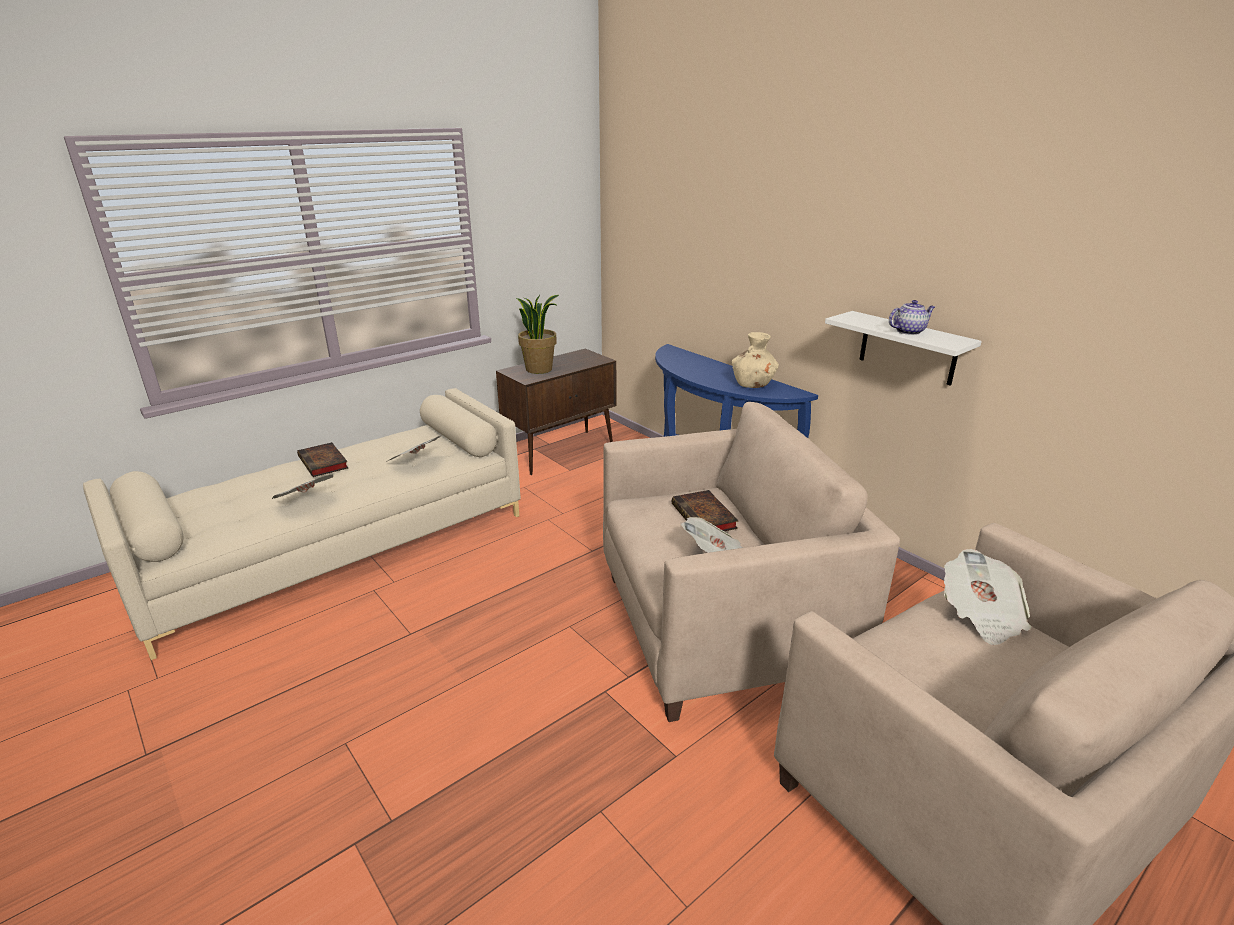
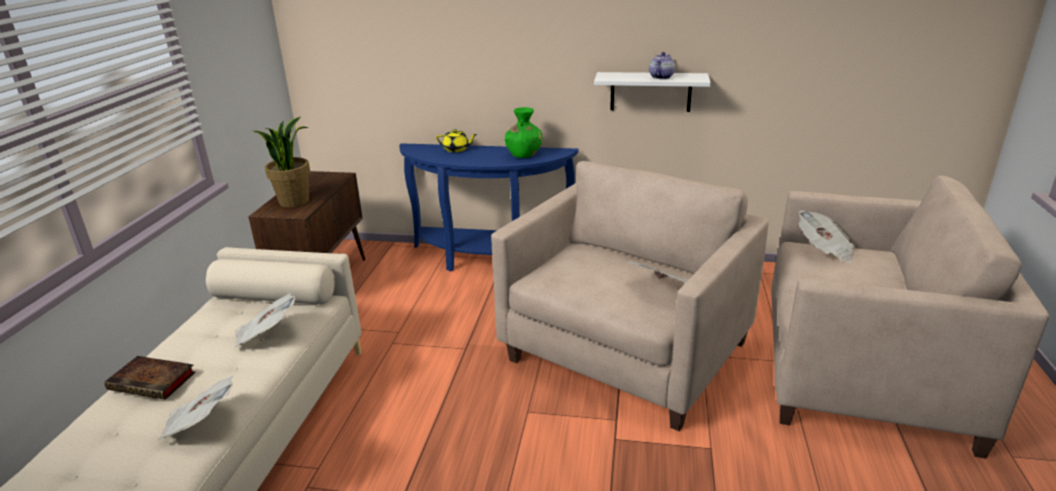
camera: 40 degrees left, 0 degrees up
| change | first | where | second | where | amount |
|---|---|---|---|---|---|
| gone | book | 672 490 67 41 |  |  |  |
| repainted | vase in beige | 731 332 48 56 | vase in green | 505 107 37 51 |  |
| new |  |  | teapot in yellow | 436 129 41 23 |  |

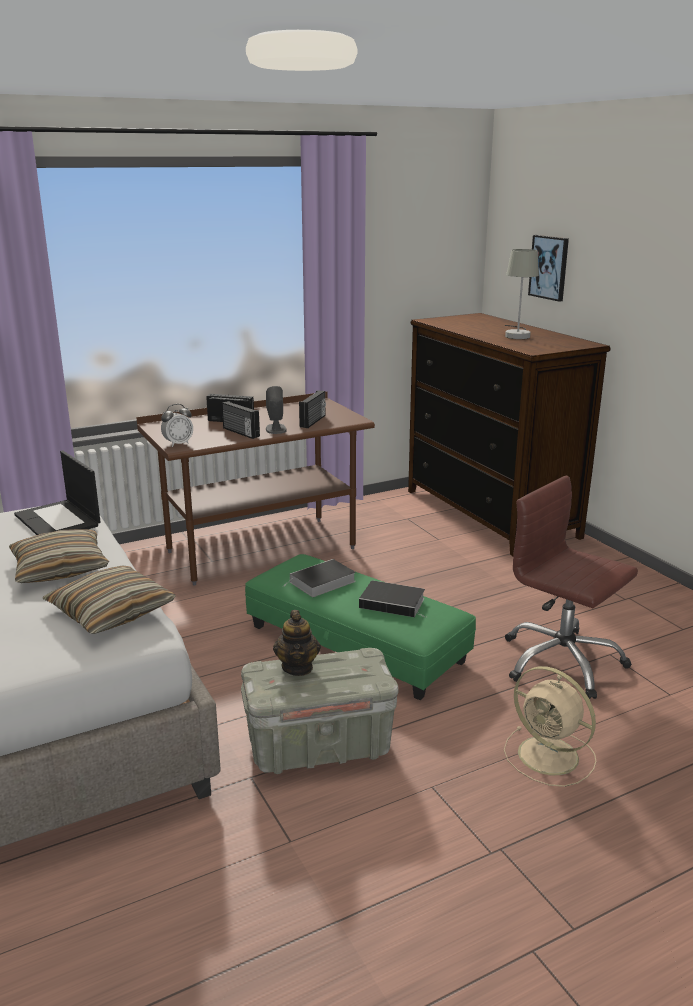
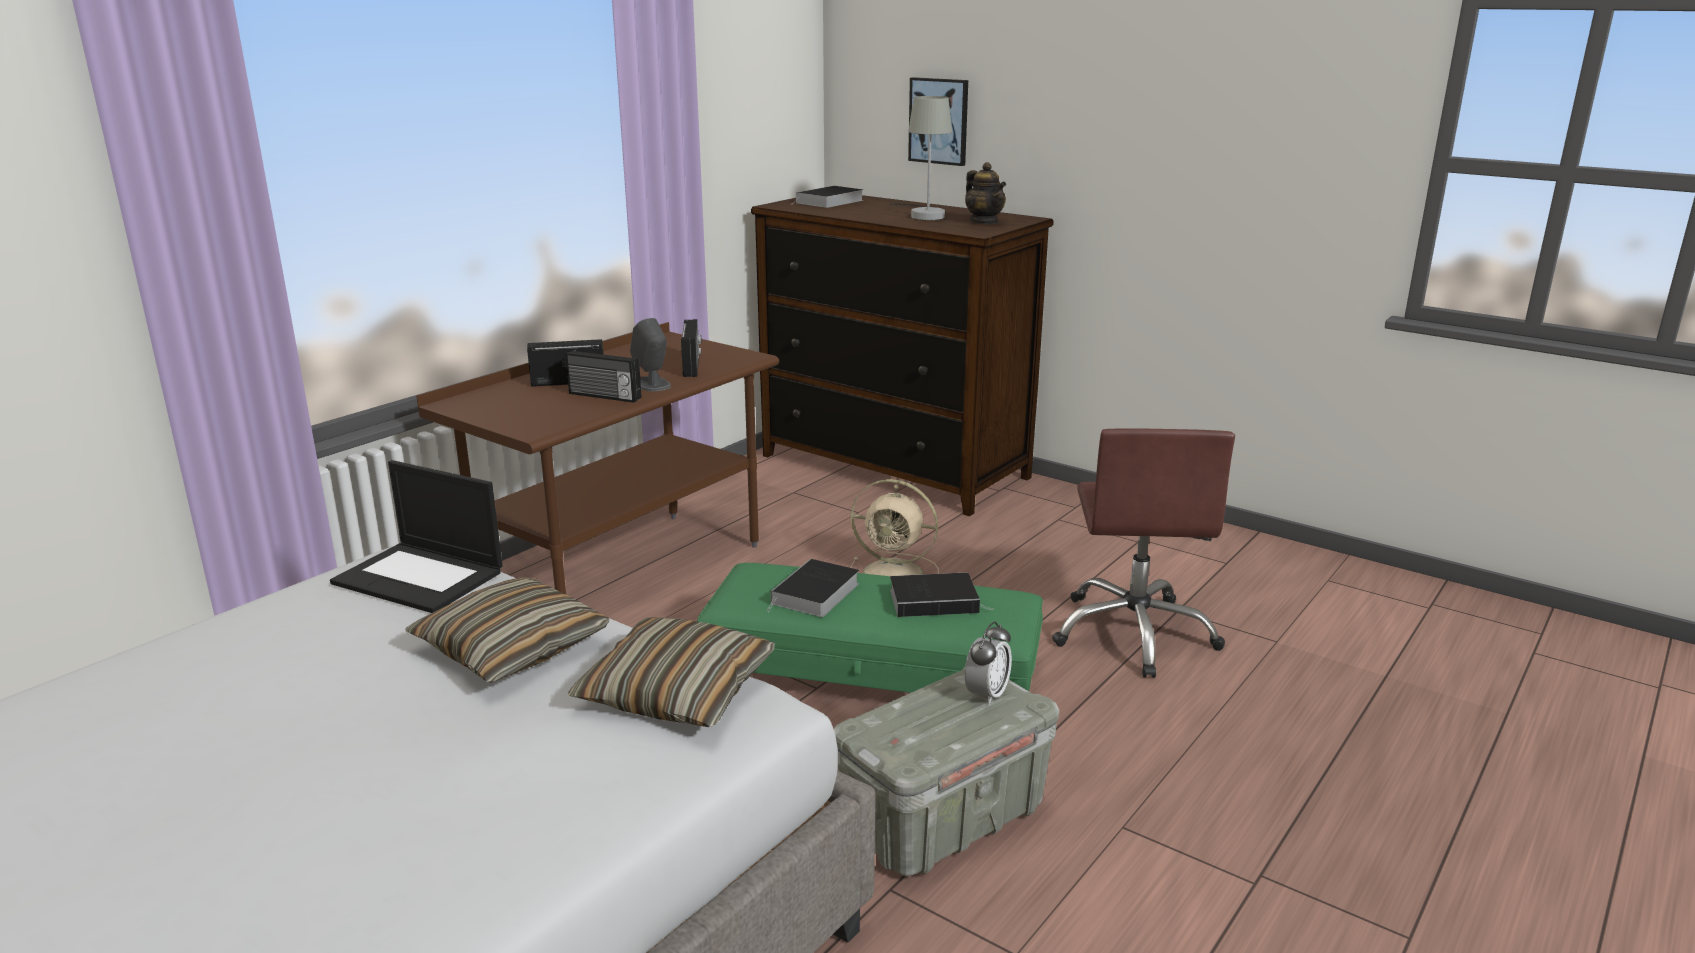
camera: 25 degrees left, 0 degrees up
| change | first | where | second | where | amount |
|---|---|---|---|---|---|
| shifted | alarm clock | 161 404 32 43 |  | 965 622 47 83 |  |
| shifted | teapot | 273 610 48 66 |  | 965 162 41 62 |  |
| shifted | fan in beige | 504 666 92 121 |  | 850 479 89 97 |  |
| rotated | office chair in brown | 505 475 133 224 |  | 1052 428 183 250 | 105 degrees counterclockwise |
| new |  |  | book | 793 186 70 22 |  |

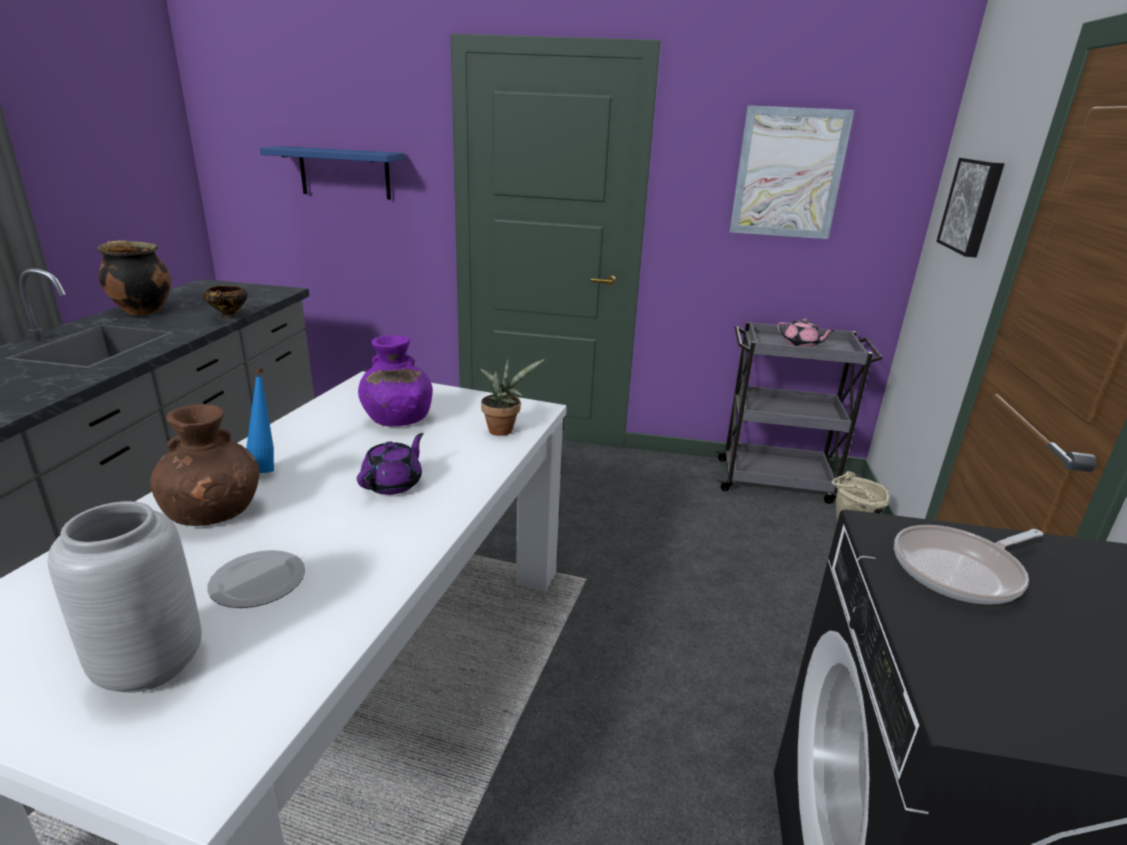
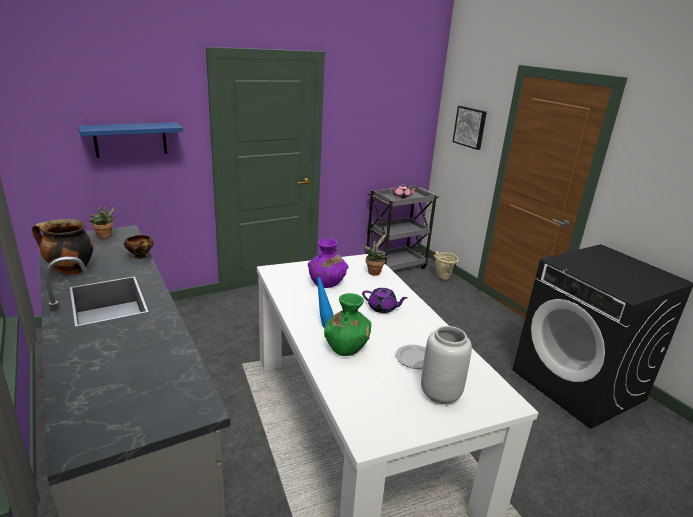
camera: 40 degrees left, 0 degrees up
| change | first | where | second | where | amount |
|---|---|---|---|---|---|
| repainted | vase in brown | 150 404 109 122 | vase in green | 324 293 47 63 |  |
| rotated | teapot in purple | 357 433 66 62 |  | 362 288 46 25 | 120 degrees clockwise |
| gone | picture | 730 105 124 134 |  |  |  |
| gone | frying pan | 894 525 149 80 |  |  |  |
| new |  |  | potted plant | 89 204 28 35 |  |

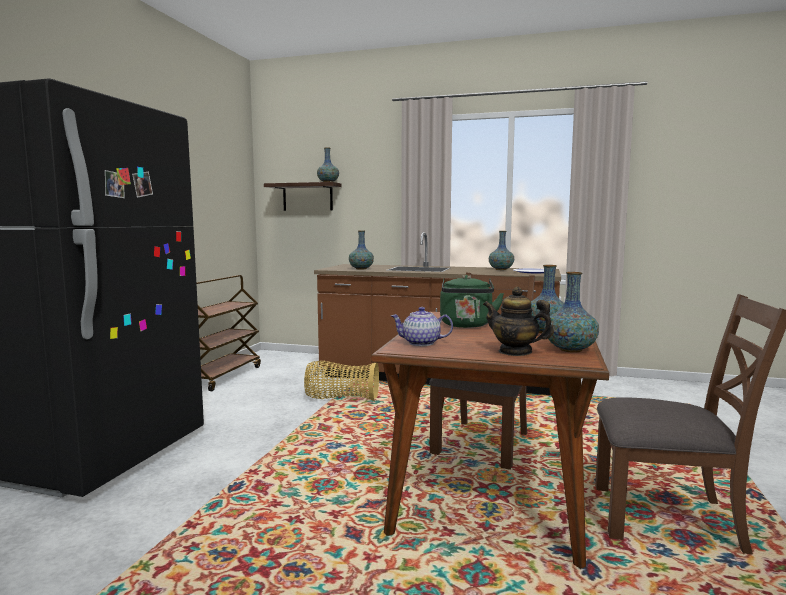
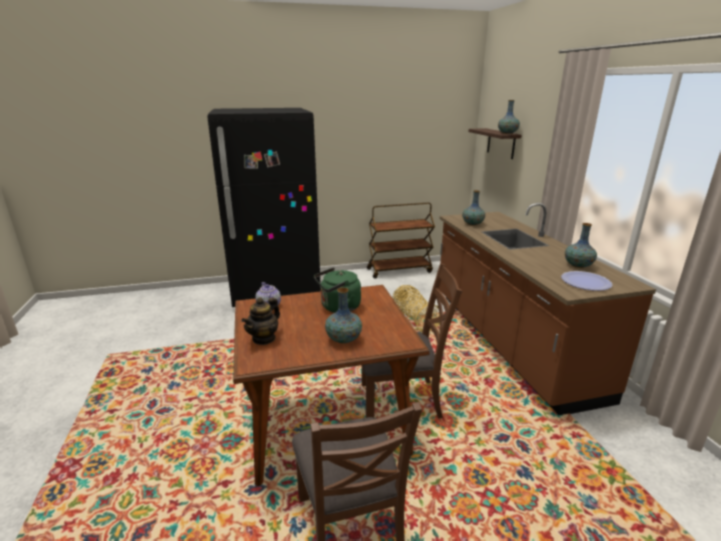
camera: 60 degrees right, 15 degrees up
| change | first | where | second | where | amount |
|---|---|---|---|---|---|
| rotated | teapot | 483 287 71 69 |  | 241 297 39 48 | 150 degrees counterclockwise |
| gone | vase | 545 272 54 81 |  |  |  |

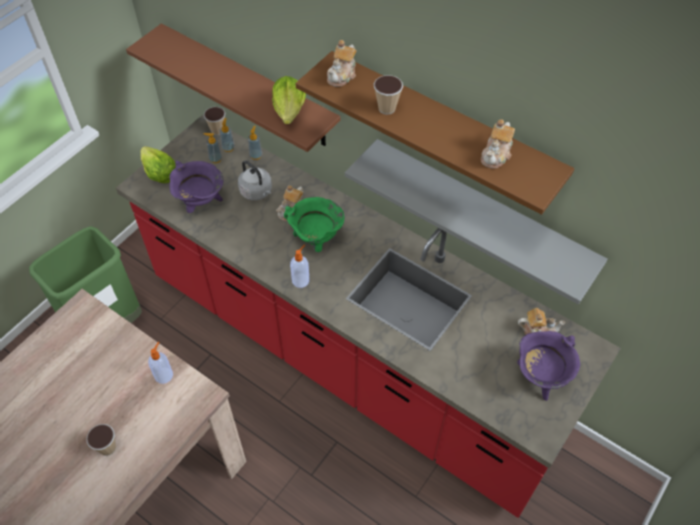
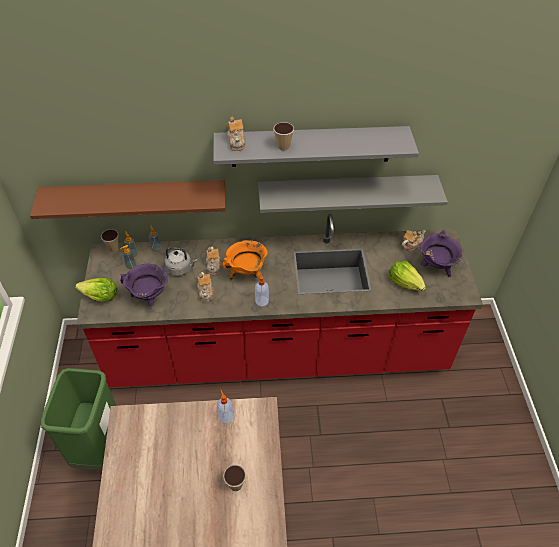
camera: 40 degrees left, 5 degrees down
| change | first | where | second | where | amount |
|---|---|---|---|---|---|
| shifted | lettuce | 272 76 34 48 |  | 389 260 37 31 |  |
| repainted | cooking pot in green | 284 197 60 55 | cooking pot in orange | 222 240 46 40 |  |
| repainted | shelf in brown | 296 51 278 164 | shelf in grey | 213 126 206 41 |  |
| shifted | teapot | 481 119 34 50 |  | 197 272 17 30 |  |

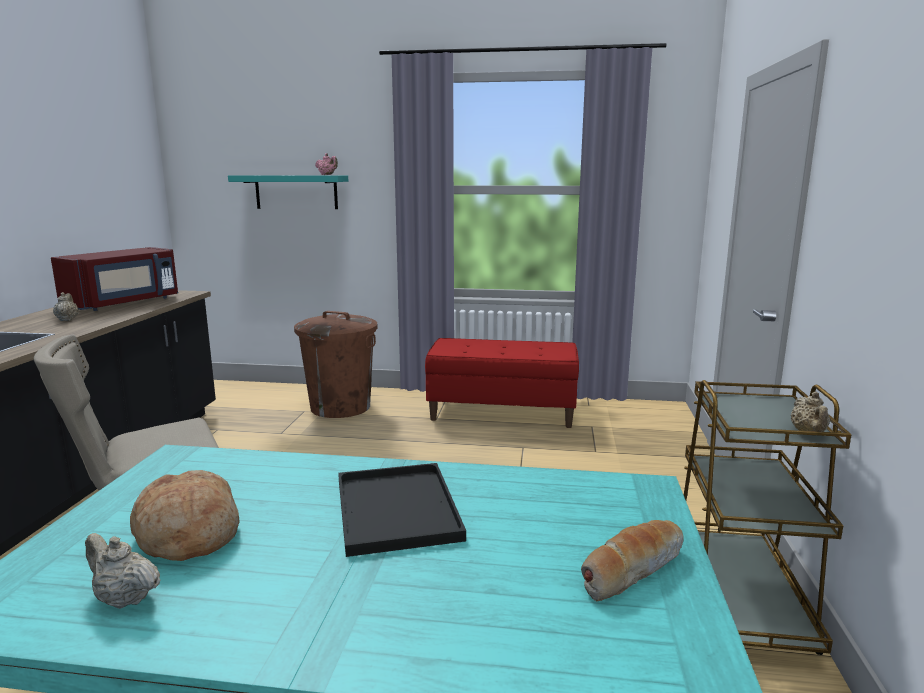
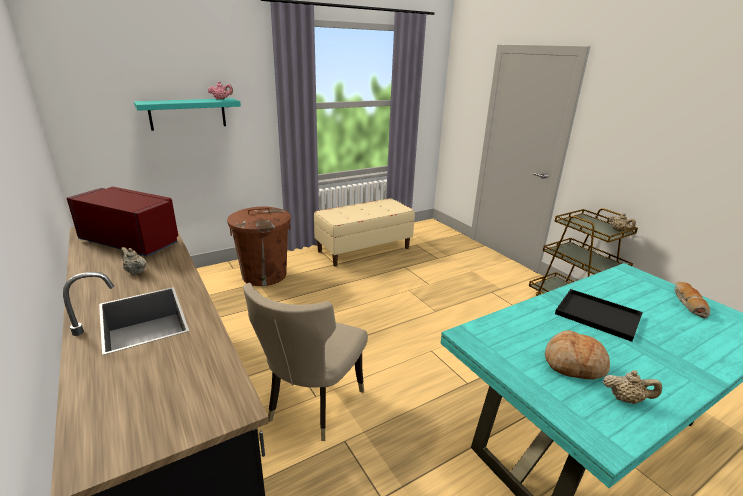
camera: 40 degrees left, 10 degrees up
| change | first | where | second | where | amount |
|---|---|---|---|---|---|
| rotated | microwave in red | 51 247 127 64 |  | 67 187 111 70 | 60 degrees counterclockwise |
| rotated | teapot in beige | 85 533 76 76 |  | 603 370 59 34 | 150 degrees counterclockwise |
| repainted | bench in red | 425 338 154 90 | bench in beige | 314 198 101 69 |  |

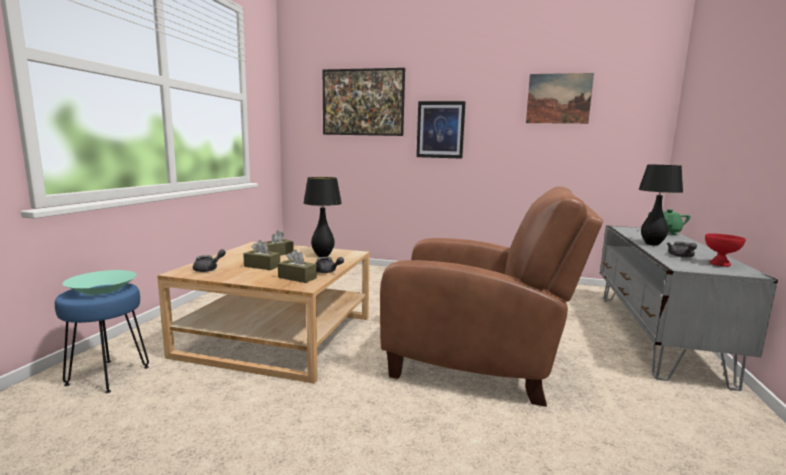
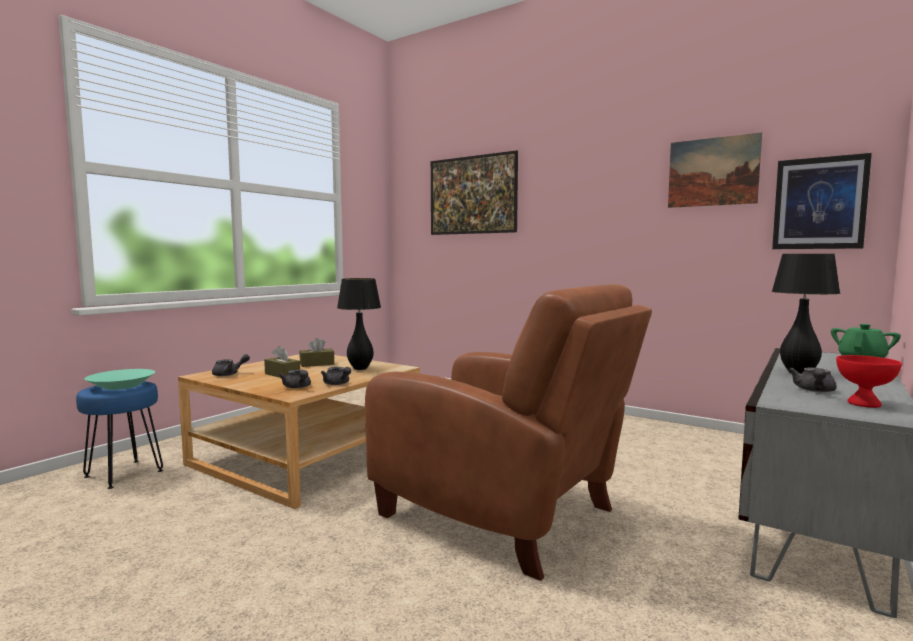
camera: 20 degrees right, 5 degrees down
| change | first | where | second | where | amount |
|---|---|---|---|---|---|
| swapped | tissue box in brown | 278 250 39 33 | teapot in grey | 279 370 32 18 |  |
| shifted | picture | 416 101 50 58 |  | 772 153 100 96 |  |

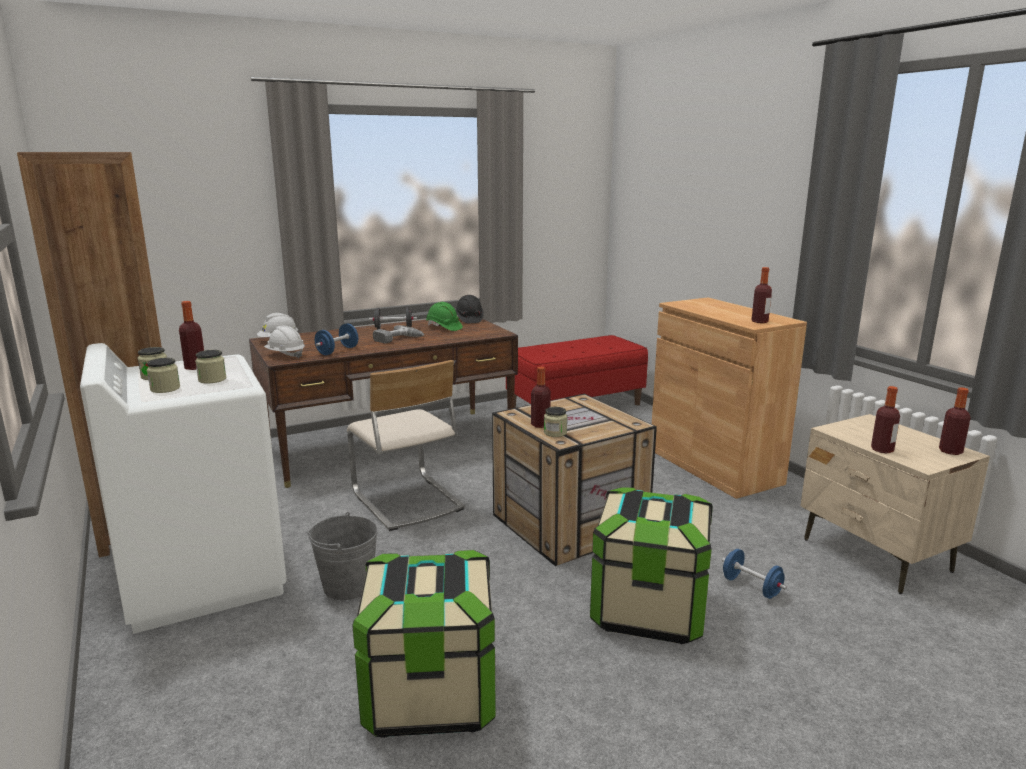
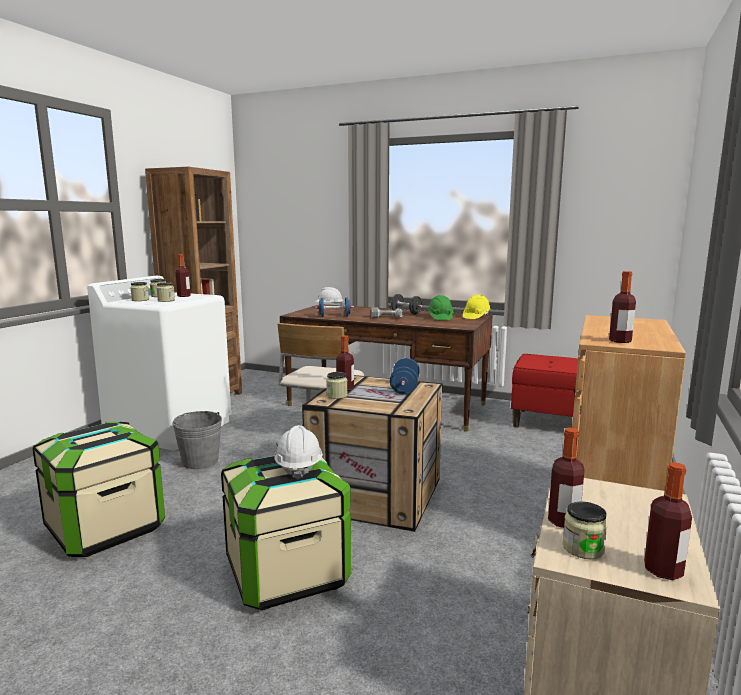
camera: 50 degrees right, 5 degrees down
| change | first | where | second | where | amount |
|---|---|---|---|---|---|
| shifted | hard hat in white | 264 326 41 33 |  | 275 425 48 55 |  |
| repainted | hard hat in black | 455 295 28 28 | hard hat in yellow | 463 295 28 24 |  |
| shifted | dumbbell in blue | 722 549 65 50 |  | 390 358 30 36 |  |
| new |  |  | jar | 562 501 46 58 |  |

